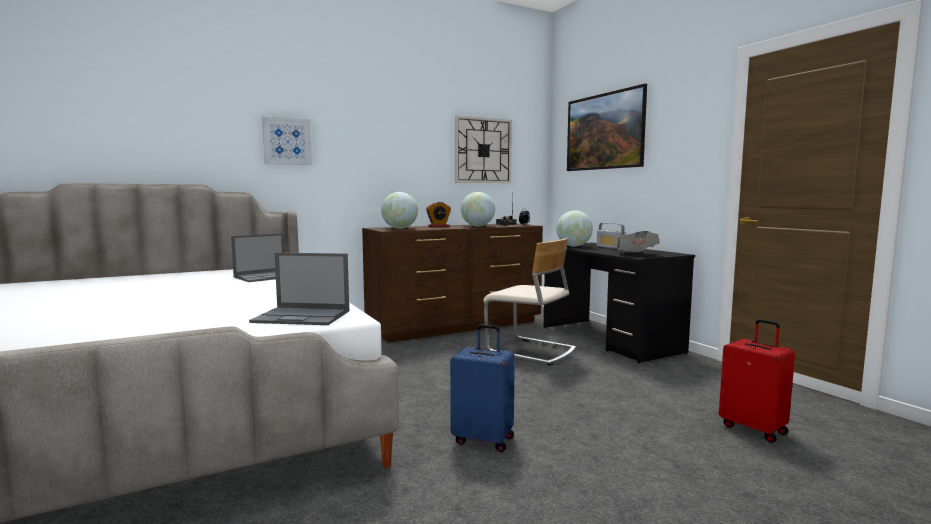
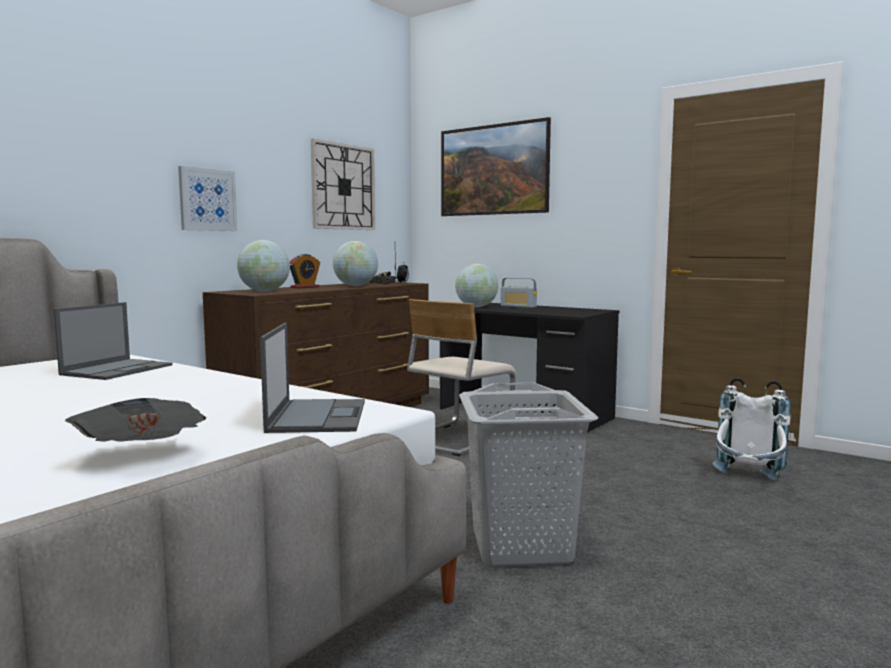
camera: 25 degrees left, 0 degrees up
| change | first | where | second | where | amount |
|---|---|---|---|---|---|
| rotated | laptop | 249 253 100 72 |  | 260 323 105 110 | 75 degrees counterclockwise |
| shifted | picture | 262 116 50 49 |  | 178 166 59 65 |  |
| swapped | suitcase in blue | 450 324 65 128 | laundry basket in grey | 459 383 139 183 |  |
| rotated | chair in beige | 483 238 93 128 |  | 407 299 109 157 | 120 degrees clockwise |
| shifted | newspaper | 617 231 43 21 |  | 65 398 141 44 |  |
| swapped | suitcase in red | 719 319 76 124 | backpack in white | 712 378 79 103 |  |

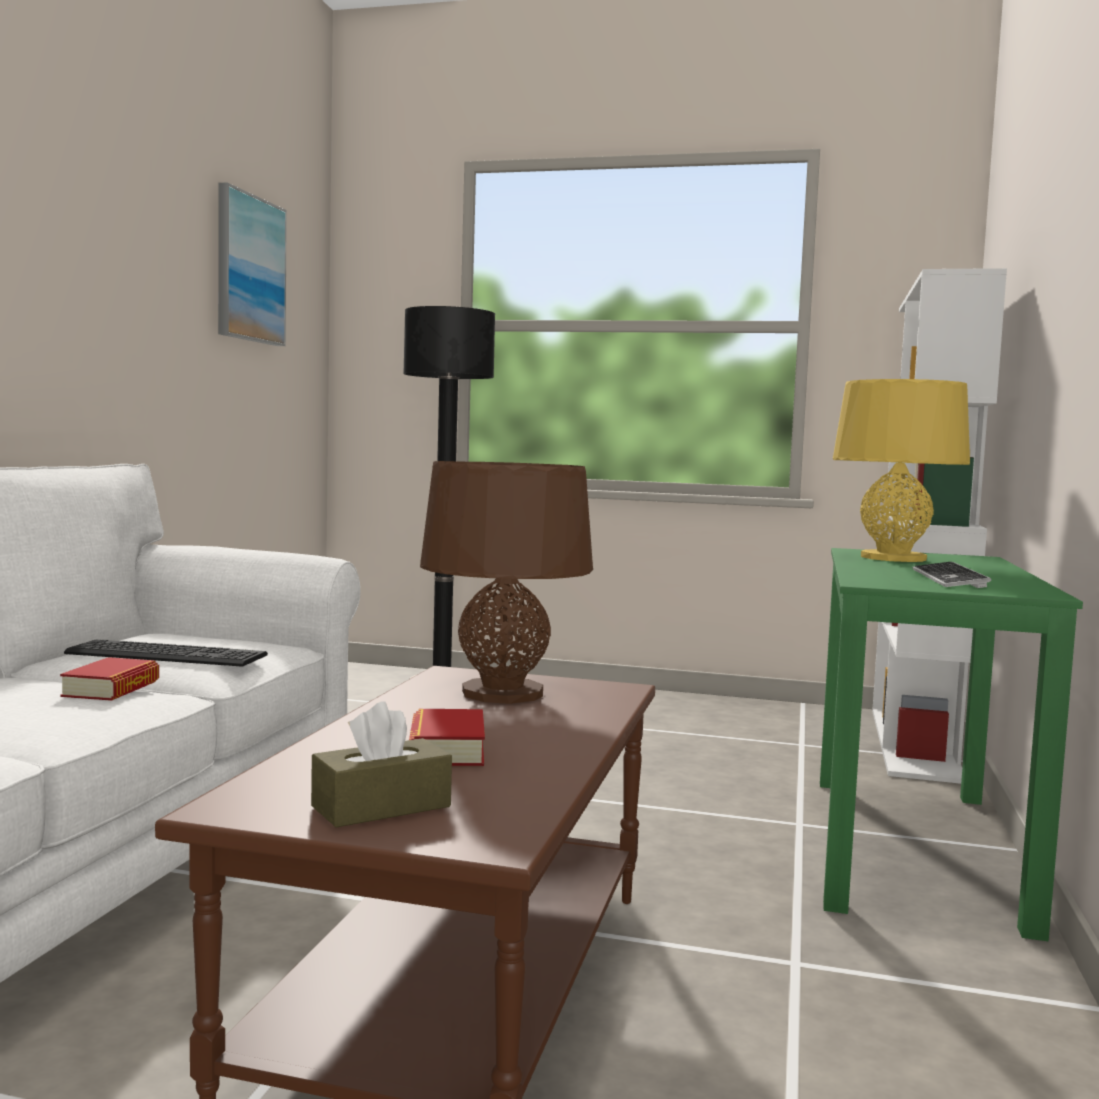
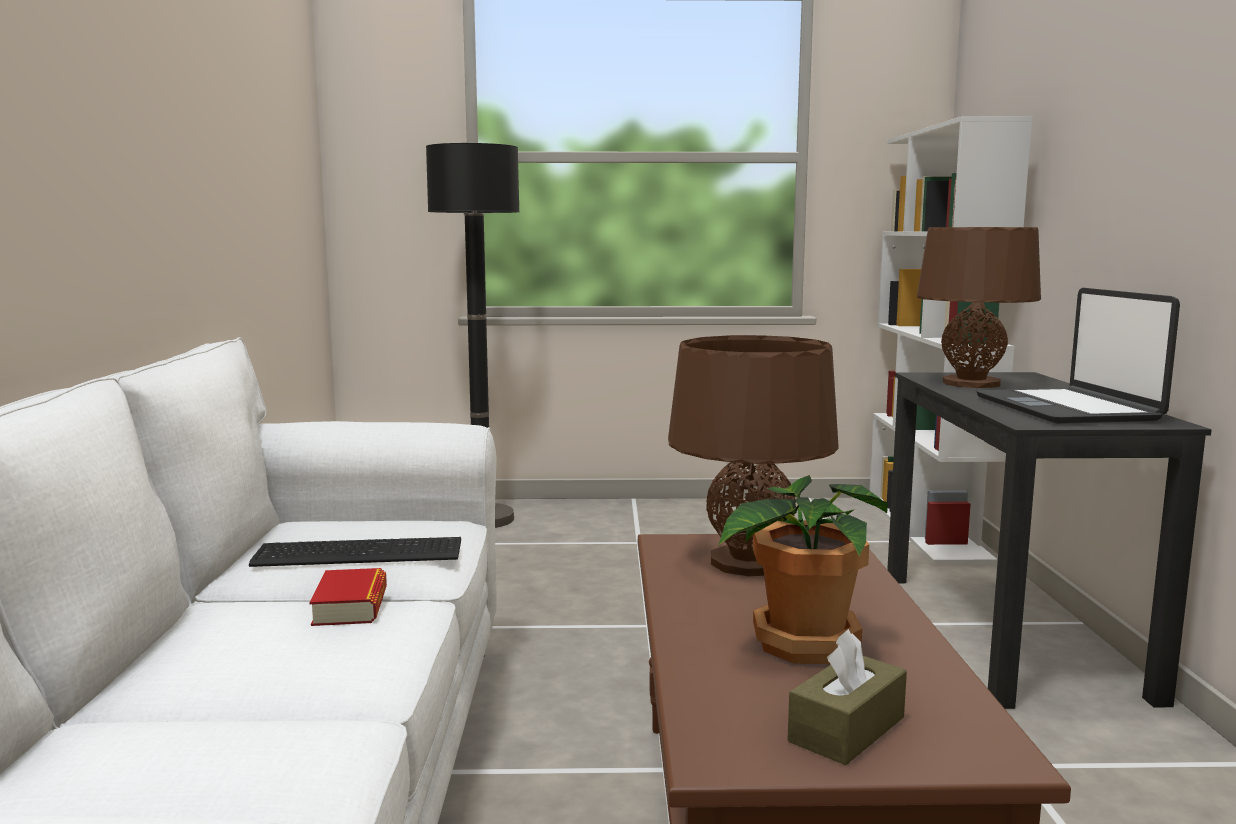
camera: 15 degrees left, 5 degrees up
| change | first | where | second | where | amount |
|---|---|---|---|---|---|
| gone | picture | 218 182 69 164 |  |  |  |
| swapped | book | 409 709 76 57 | potted plant | 718 475 170 189 |  |
| repainted | desk in green | 820 548 263 393 | desk in black | 887 372 325 337 |  |
| repainted | table lamp in yellow | 833 379 137 183 | table lamp in brown | 917 227 124 161 |  |
| swapped | keyboard | 913 562 78 26 | laptop | 976 288 204 136 |  |

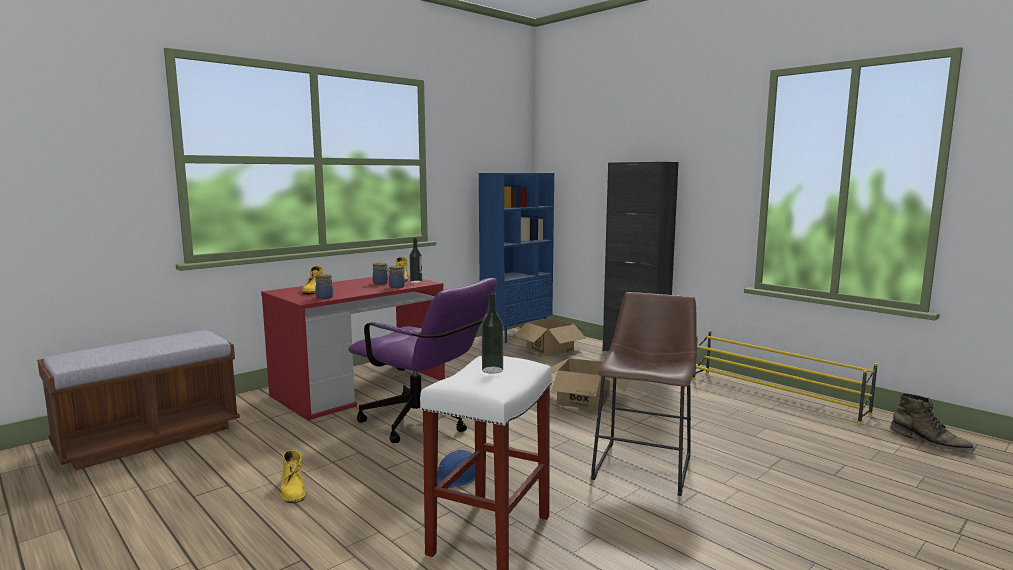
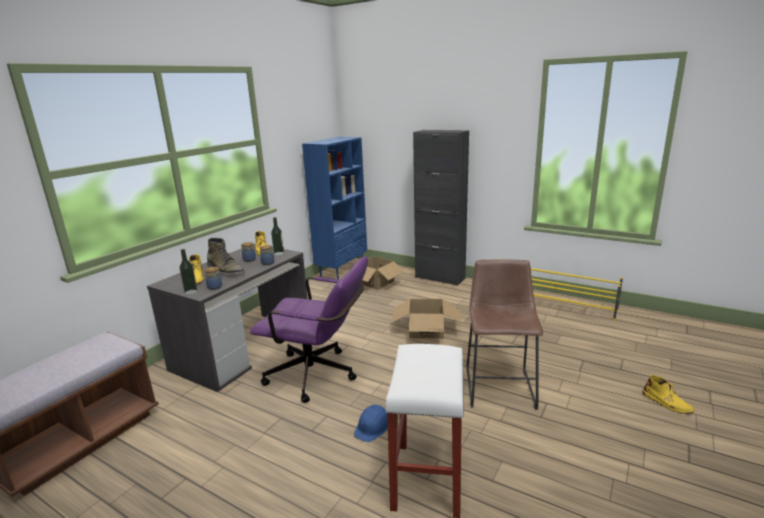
camera: 15 degrees left, 10 degrees up
| change | first | where | second | where | amount |
|---|---|---|---|---|---|
| repainted | desk in red | 261 275 184 145 | desk in grey | 147 244 161 148 |  |
| shifted | boot in yellow | 280 450 26 53 |  | 643 375 52 39 |  |
| shifted | bottle | 482 293 21 81 |  | 179 249 19 46 |  |
| shifted | boot in green | 890 393 85 58 |  | 207 238 38 37 |  |

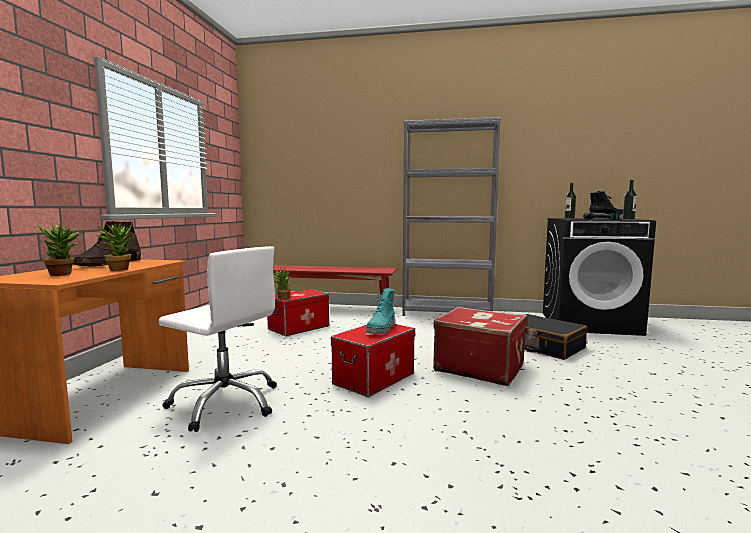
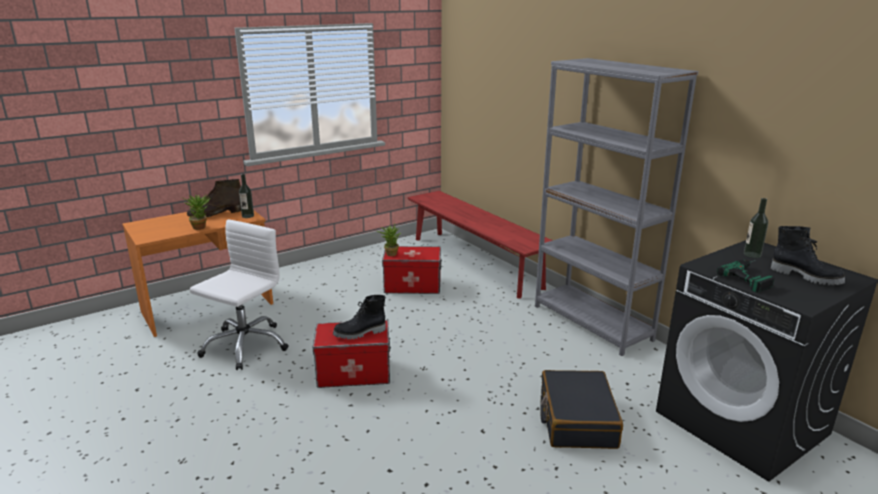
camera: 45 degrees right, 15 degrees up
| change | first | where | second | where | amount |
|---|---|---|---|---|---|
| gone | potted plant | 38 224 48 52 |  |  |  |
| rotated | office chair in white | 159 246 118 186 |  | 190 219 98 151 | 135 degrees counterclockwise |
| repainted | boot in turquoise | 366 288 29 46 | boot in black | 333 295 53 44 |  |
| gone | suitcase in red | 433 307 95 79 |  |  |  |
| shifted | bottle | 623 180 14 40 |  | 239 174 15 44 |  |

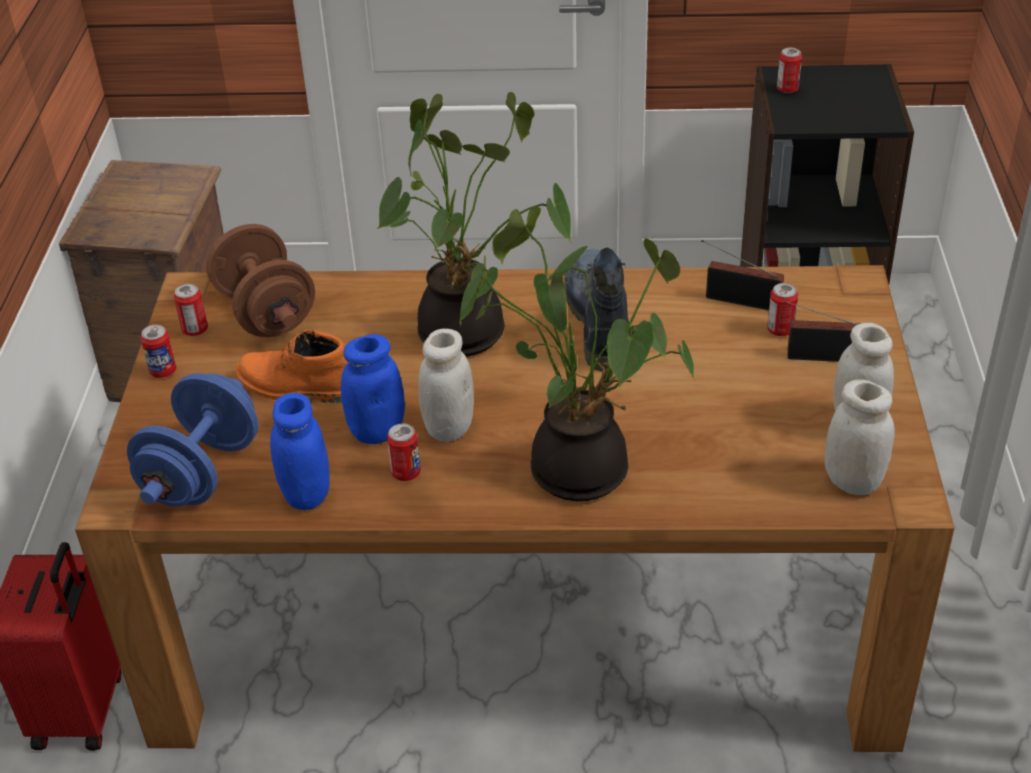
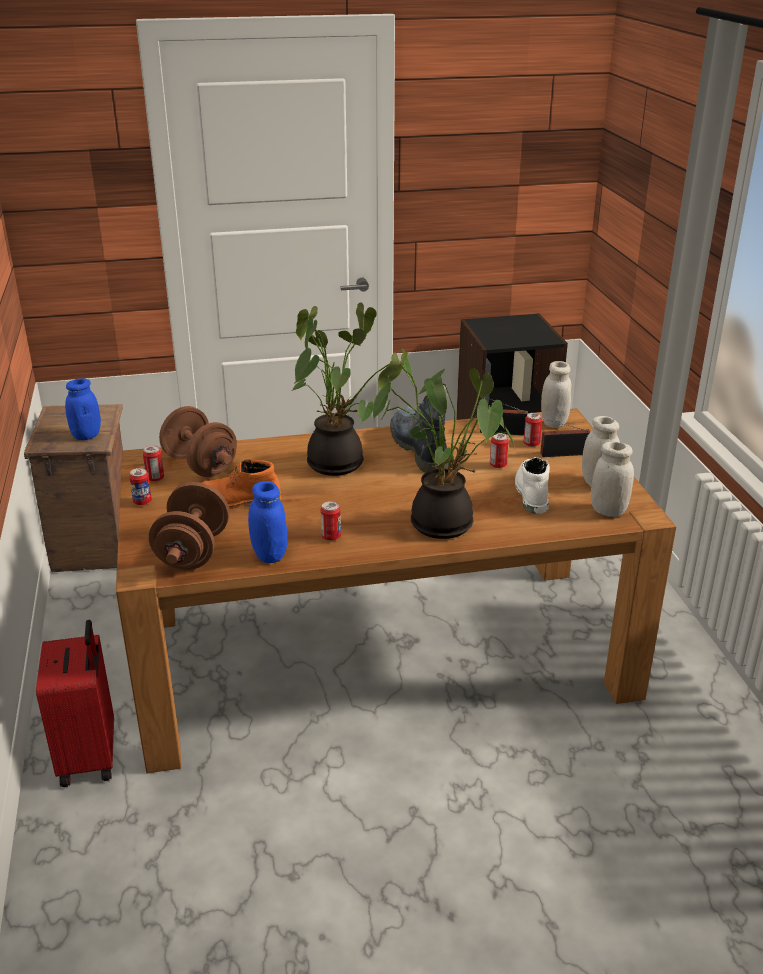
camera: 15 degrees left, 10 degrees down
| change | first | where | second | where | amount |
|---|---|---|---|---|---|
| repainted | dumbbell in blue | 127 373 131 134 | dumbbell in brown | 149 482 81 88 |  |
| shifted | jar in blue | 341 334 64 110 |  | 65 379 36 61 |  |
| shifted | jar in white | 418 329 56 113 |  | 541 361 30 67 |  |
| shifted | can | 777 48 25 45 |  | 490 433 19 35 |  |
| new |  |  | boot in white | 515 457 35 57 |  |

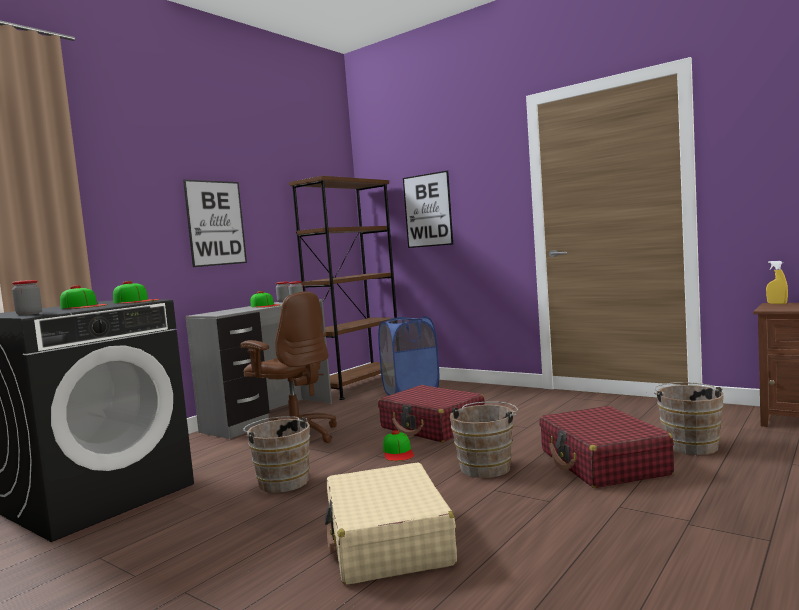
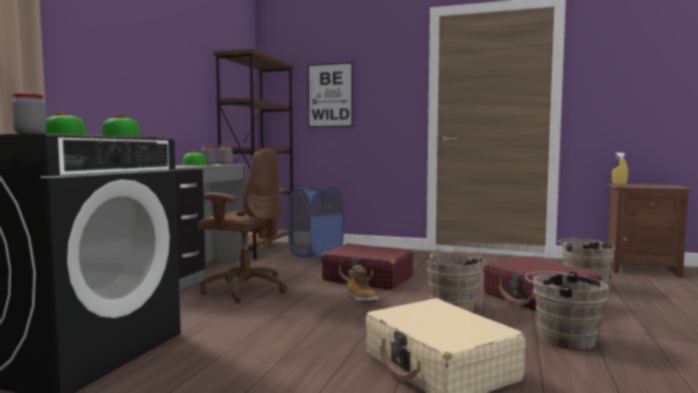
camera: 20 degrees left, 0 degrees up
| change | first | where | second | where | amount |
|---|---|---|---|---|---|
| gone | picture | 183 180 64 87 |  |  |  |
| shifted | bucket in brown | 243 416 67 77 |  | 525 271 83 79 |  |
| swapped | cap | 383 430 31 31 | boot | 347 265 32 37 |  |

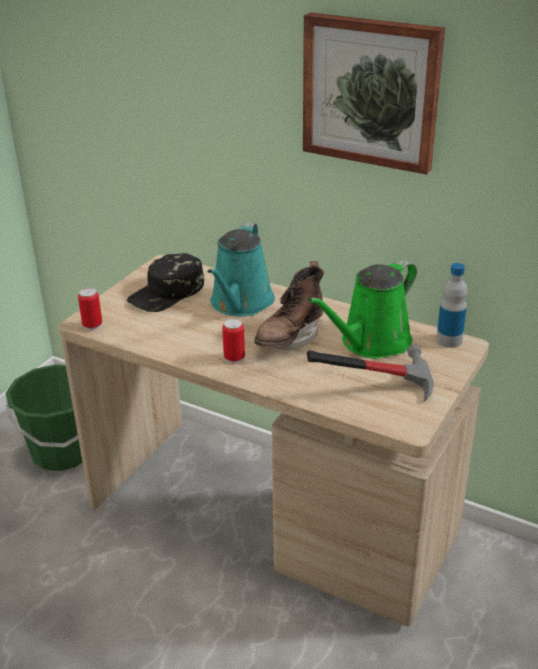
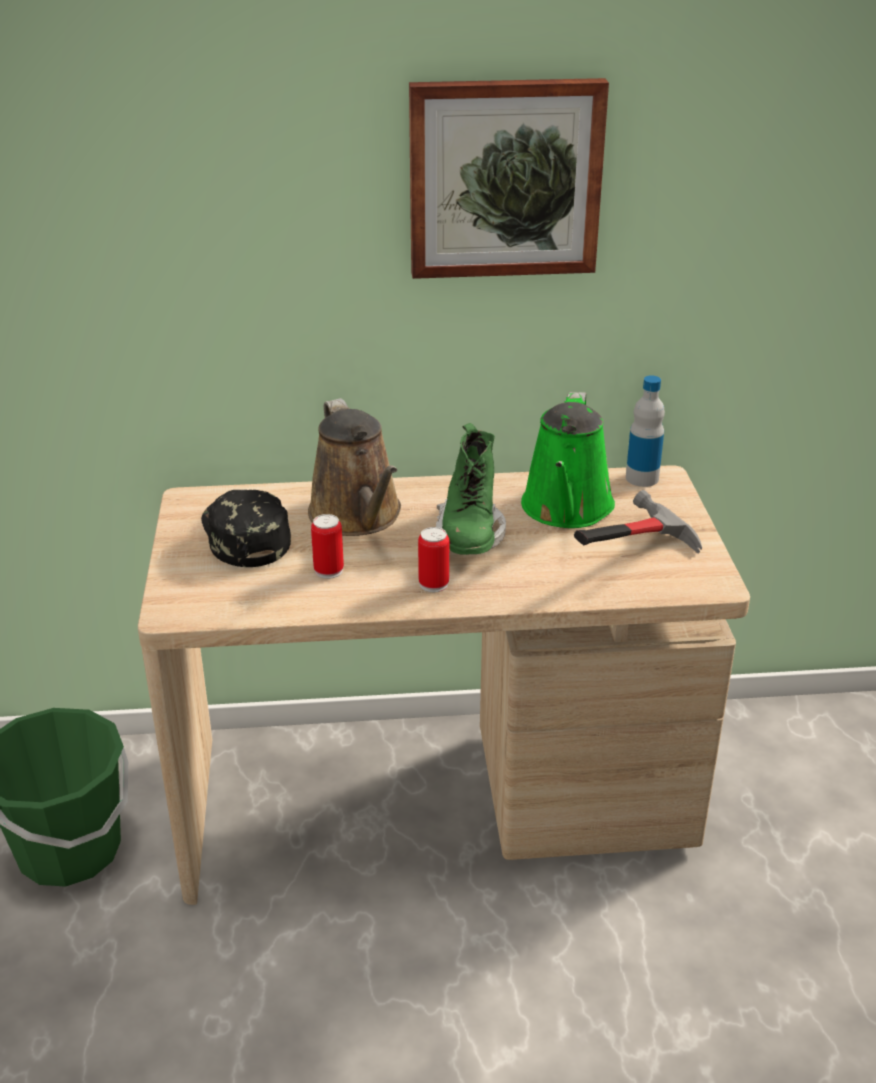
camera: 35 degrees left, 0 degrees up
| change | first | where | second | where | amount |
|---|---|---|---|---|---|
| shifted | can | 78 288 24 43 |  | 311 514 33 65 |  |
| rotated | cap in black | 127 253 77 59 |  | 201 490 90 77 | 150 degrees clockwise |
| repainted | watering can in turquoise | 208 223 67 93 | watering can in brown | 308 398 93 138 |  |
| repainted | boot in brown | 255 261 69 89 | boot in green | 436 423 70 132 |  |

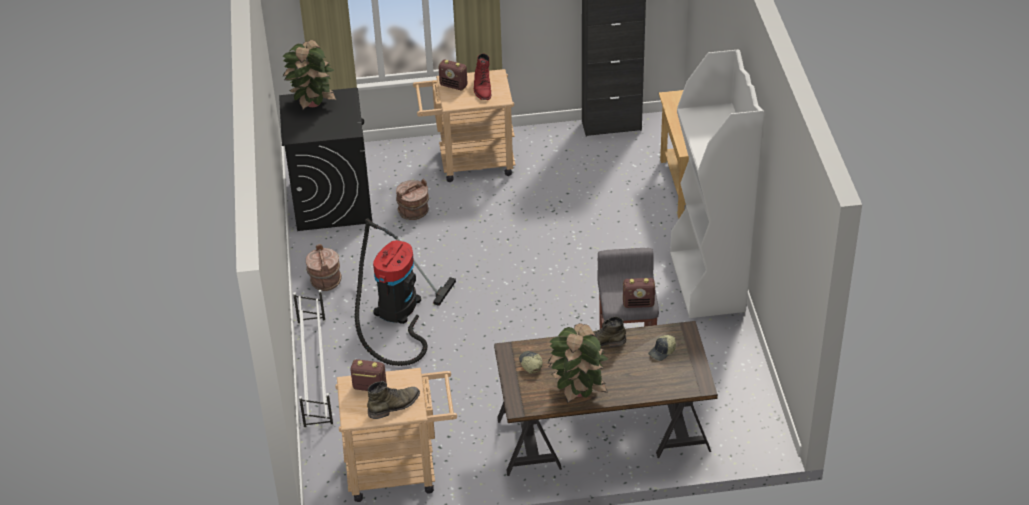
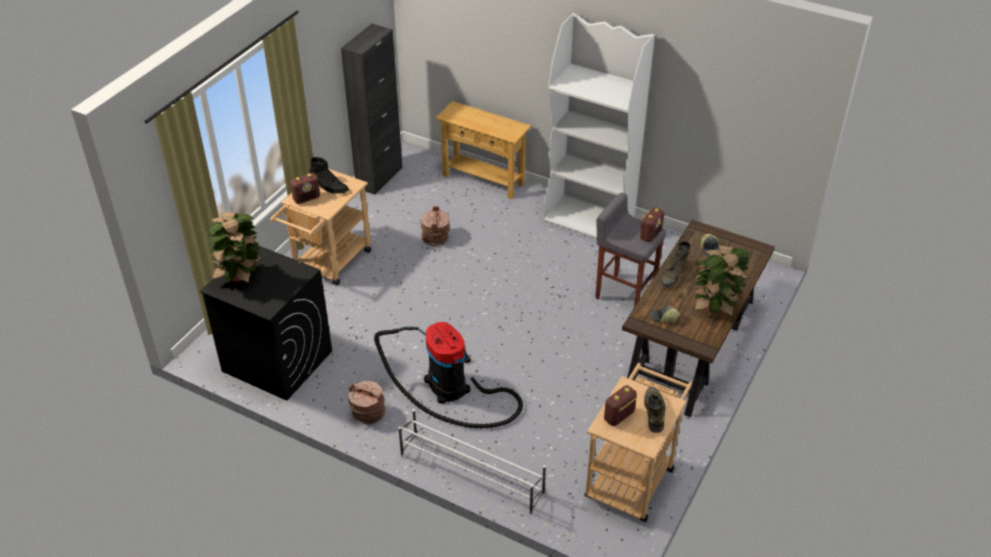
camera: 55 degrees left, 0 degrees up
| change | first | where | second | where | amount |
|---|---|---|---|---|---|
| shifted | bucket in brown | 396 179 33 41 |  | 421 206 29 41 |  |
| repainted | boot in red | 474 53 17 47 | boot in black | 309 157 40 37 |  |

